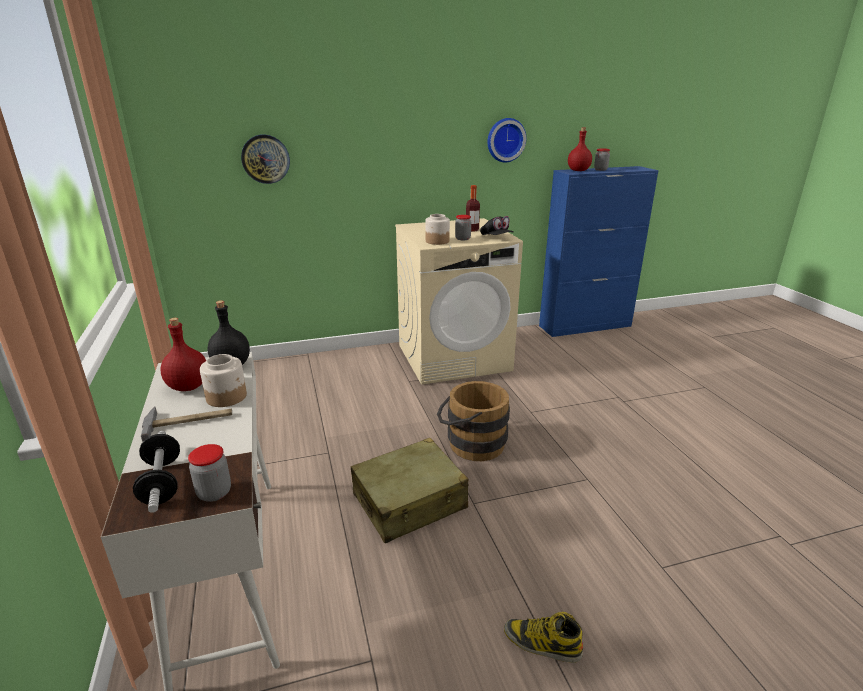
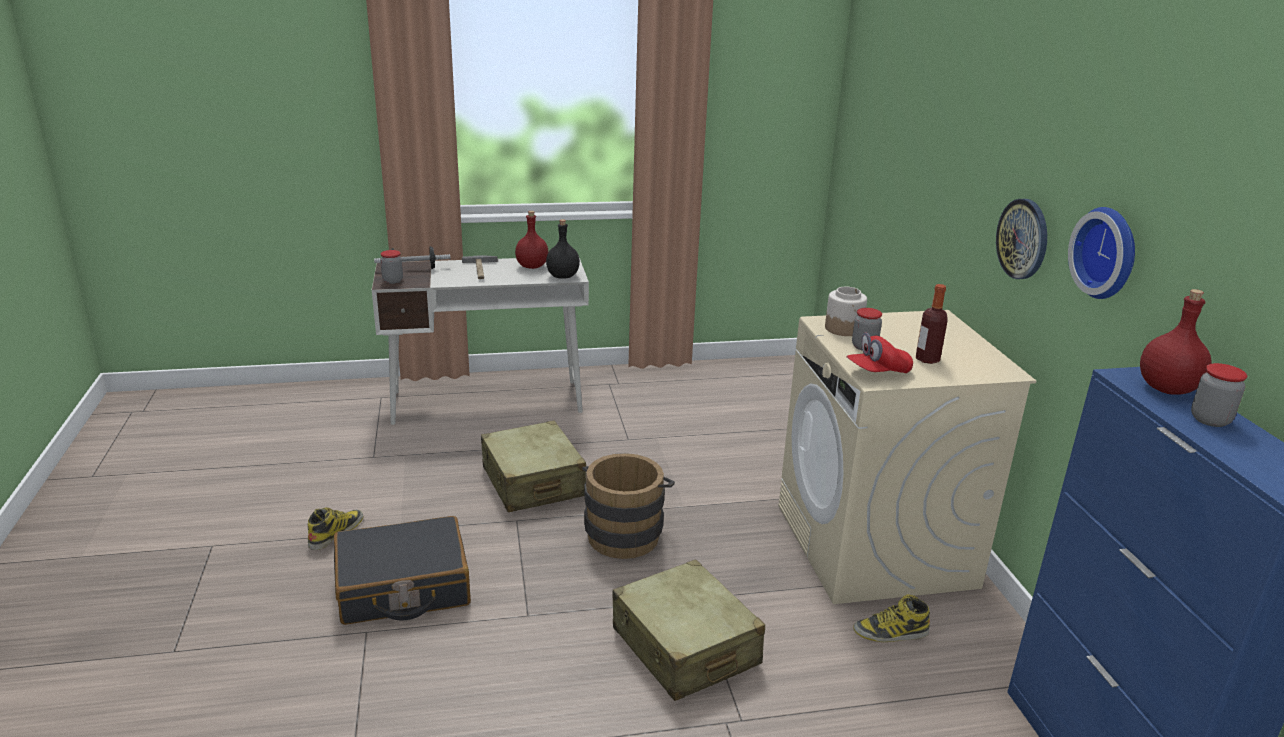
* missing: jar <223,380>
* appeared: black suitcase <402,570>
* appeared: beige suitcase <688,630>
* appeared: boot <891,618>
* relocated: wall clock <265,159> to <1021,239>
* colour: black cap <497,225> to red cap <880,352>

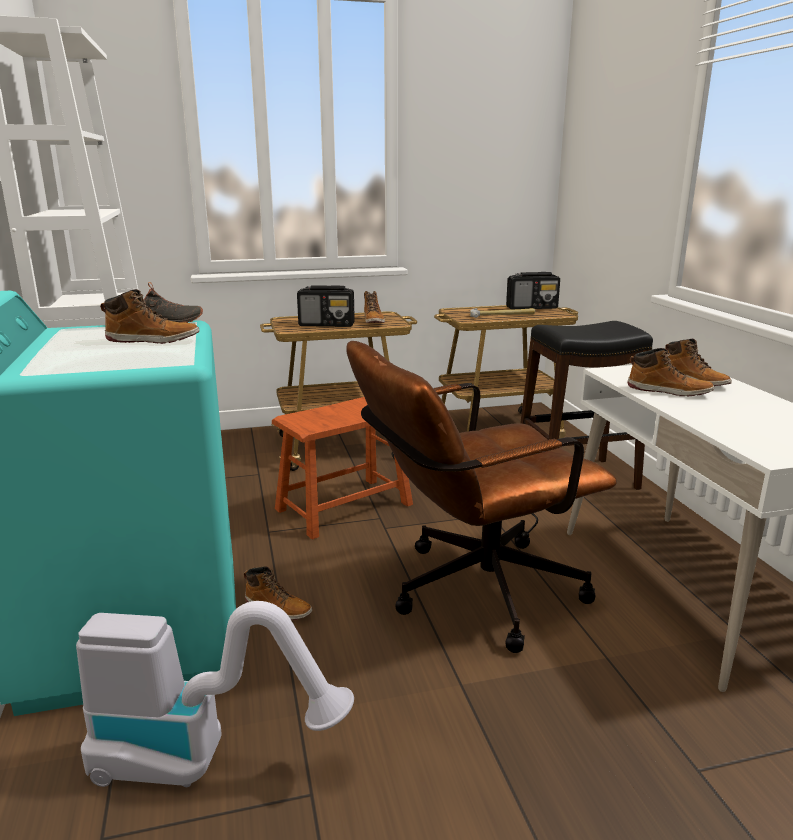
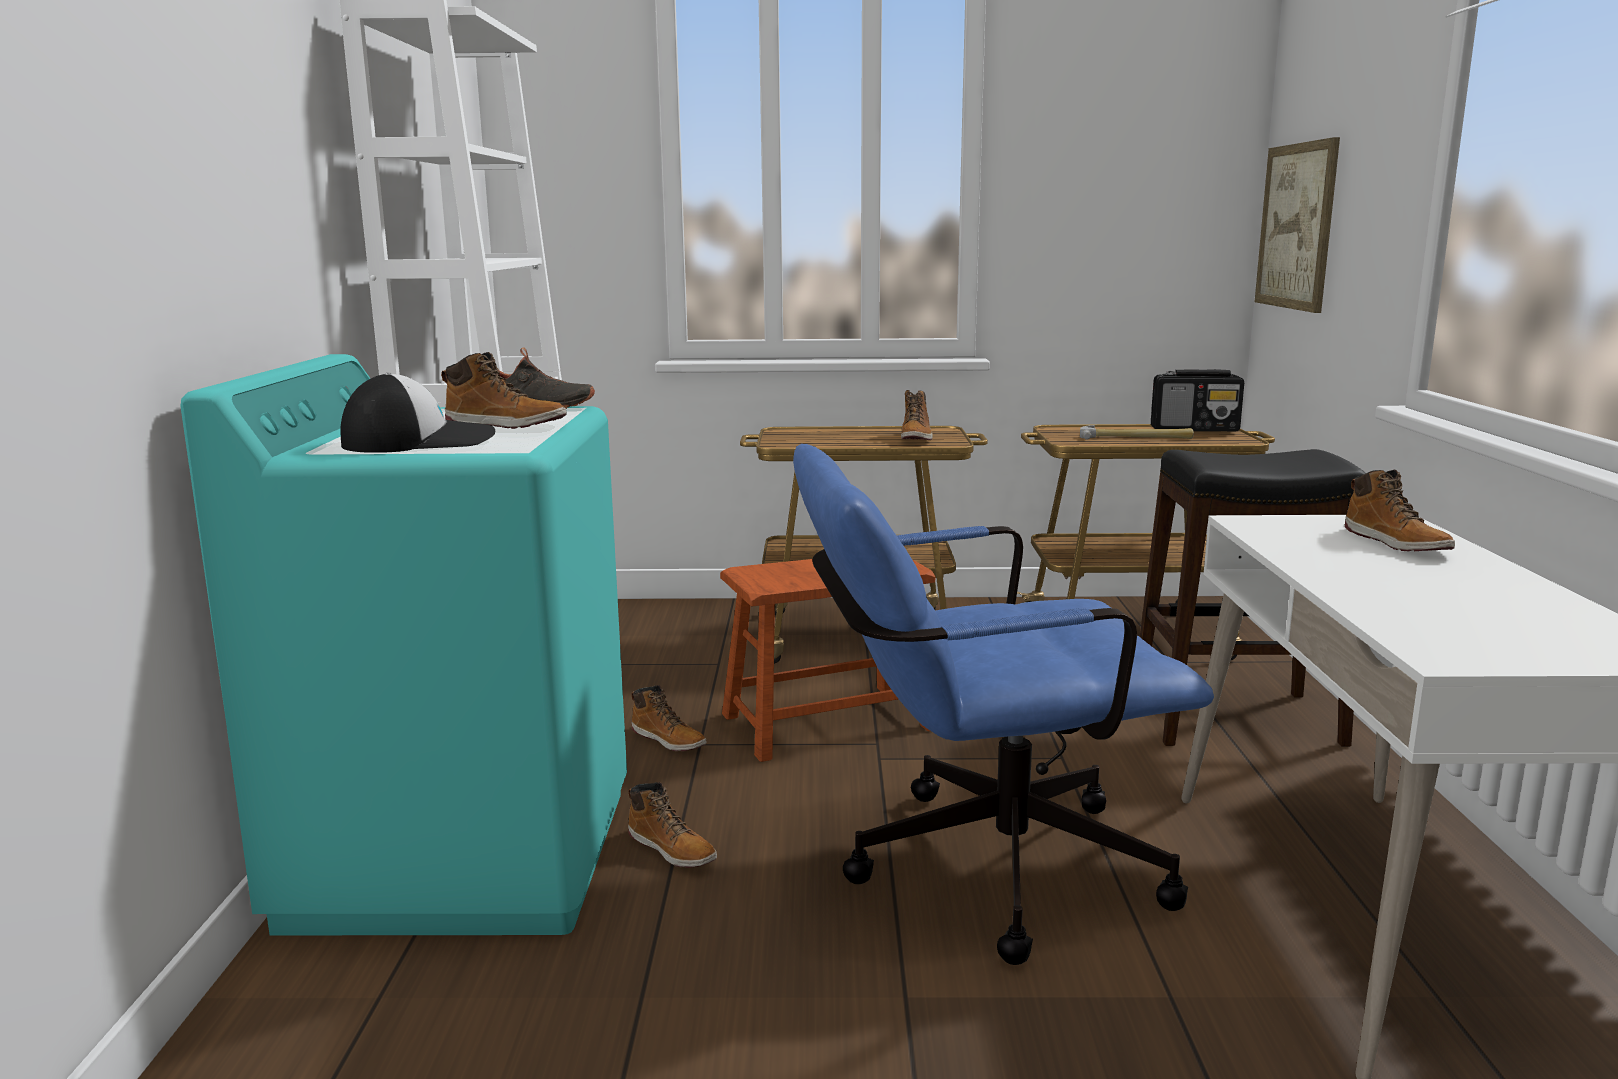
* missing: vacuum cleaner <215,694>
* missing: radio <326,306>
* appeared: cap <417,413>
* appeared: picture <1297,225>
* relocated: boot <671,372> to <669,718>
* colour: brown office chair <481,497> to blue office chair <1003,704>

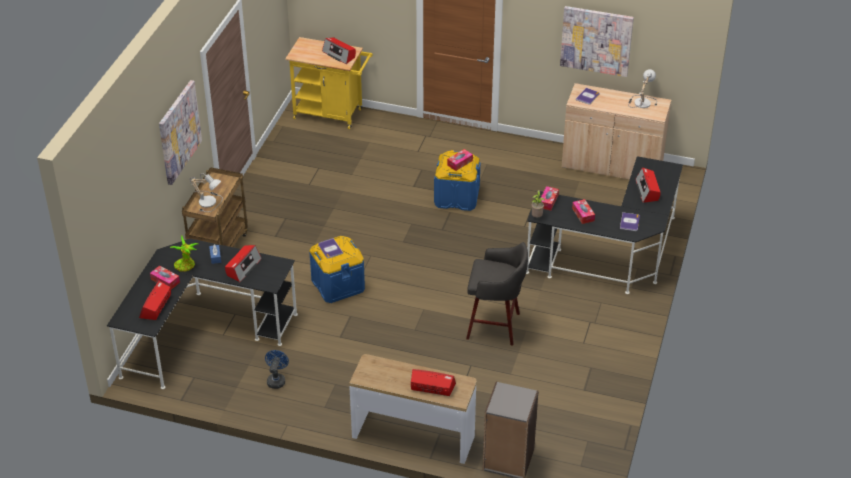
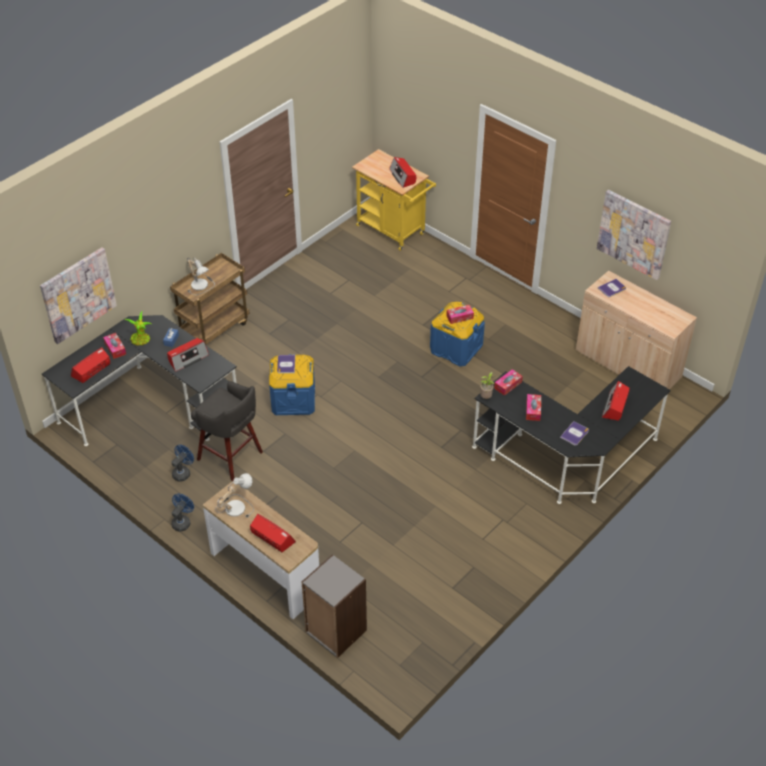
* appeared: blue fan <182,512>
* relocated: picture <180,132> to <78,295>
* relocated: grey stool <497,293> to <227,431>
* relocated: table lamp <642,88> to <234,495>

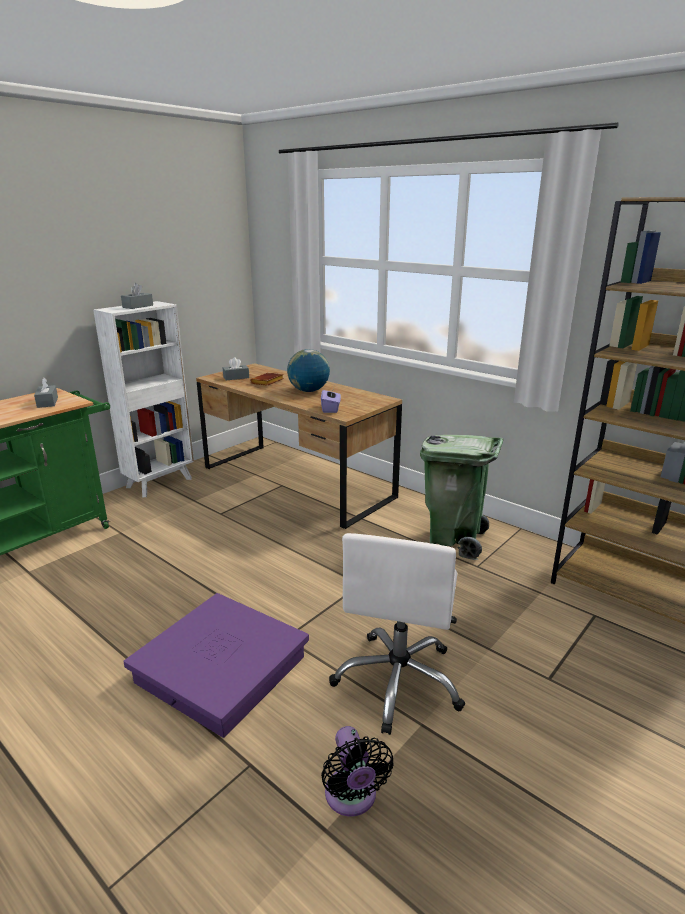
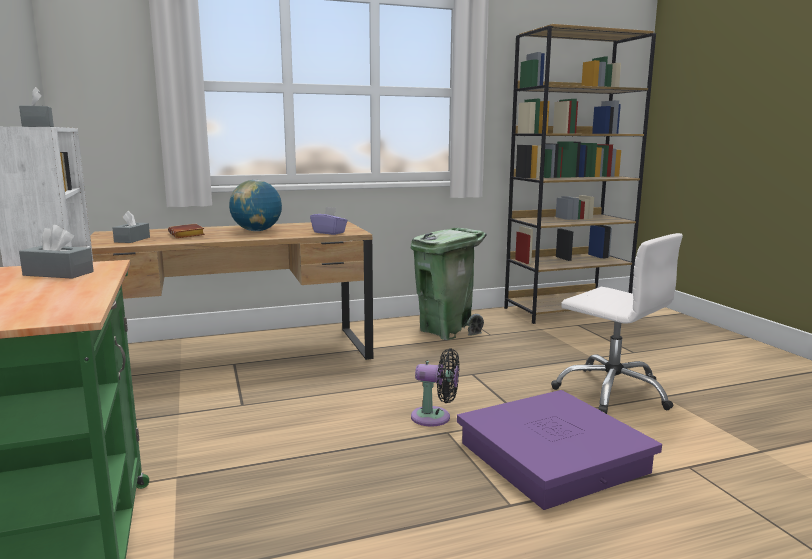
* relocated: black fan <357,771> to <435,387>

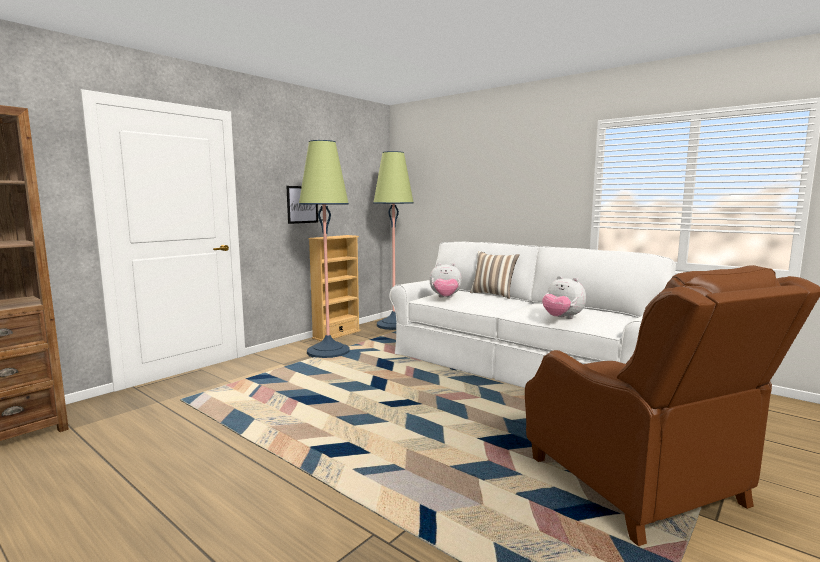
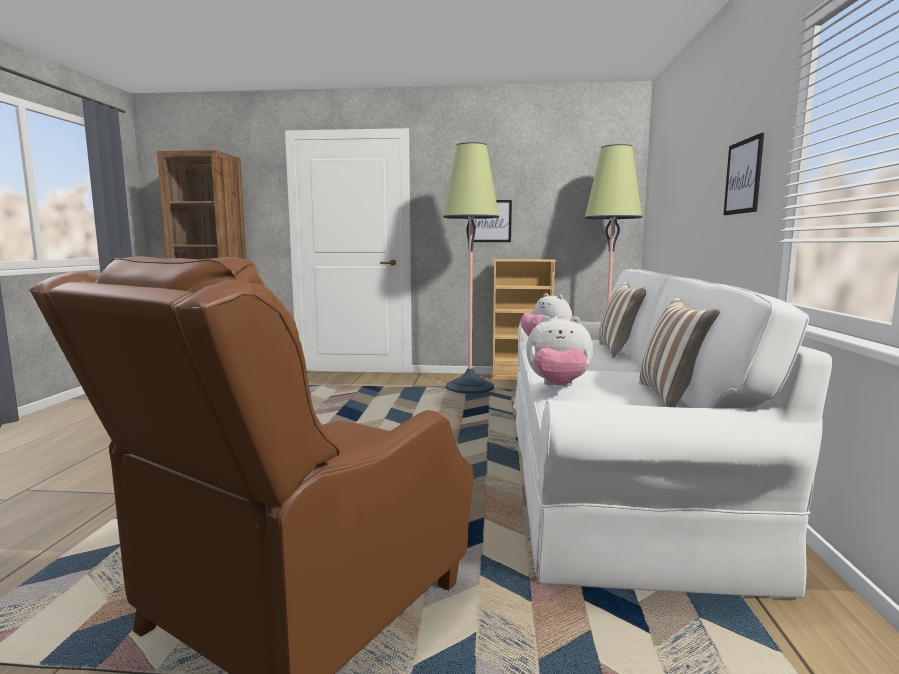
* appeared: pillow <679,352>
* appeared: picture <743,174>
* spun: plush toy <564,297> = <559,351> 90 degrees counterclockwise

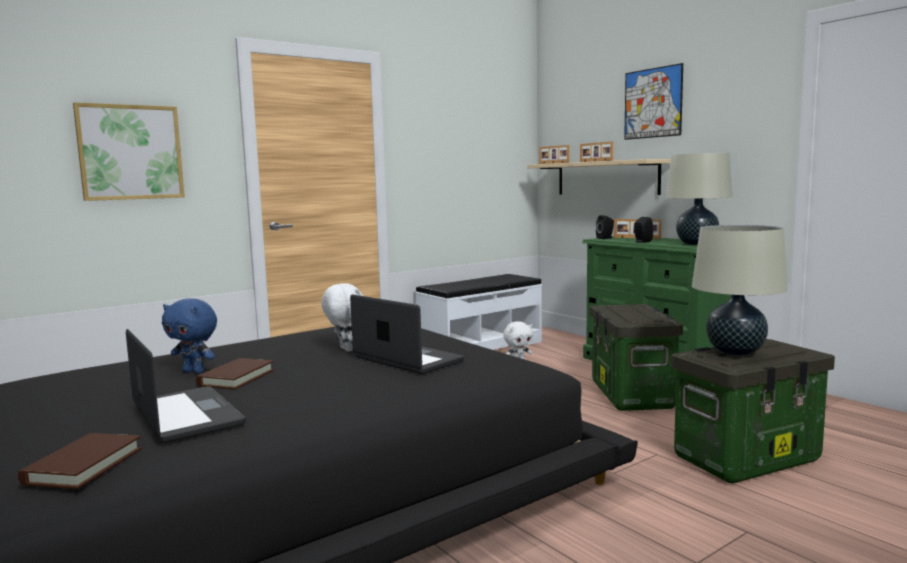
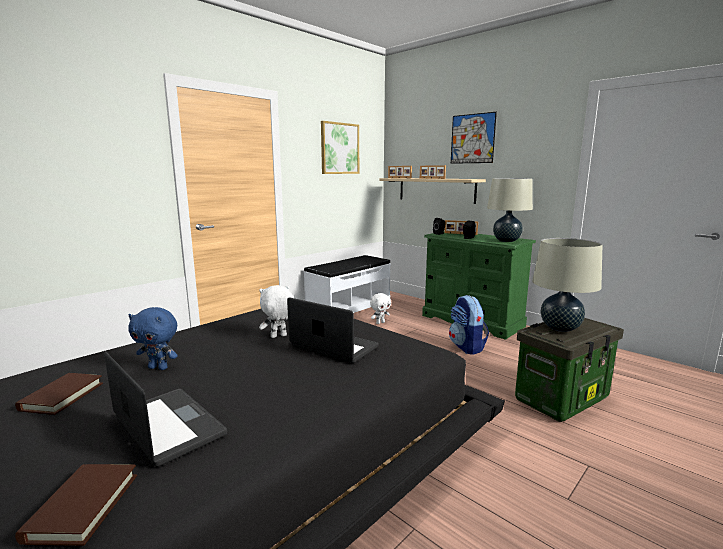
* relocated: picture <129,151> to <340,147>
* relocated: brown book <235,373> to <59,394>
* exchanged: storage box <636,357> to backpack <469,325>
* spun: white plush toy <342,317> = <276,311> 75 degrees counterclockwise

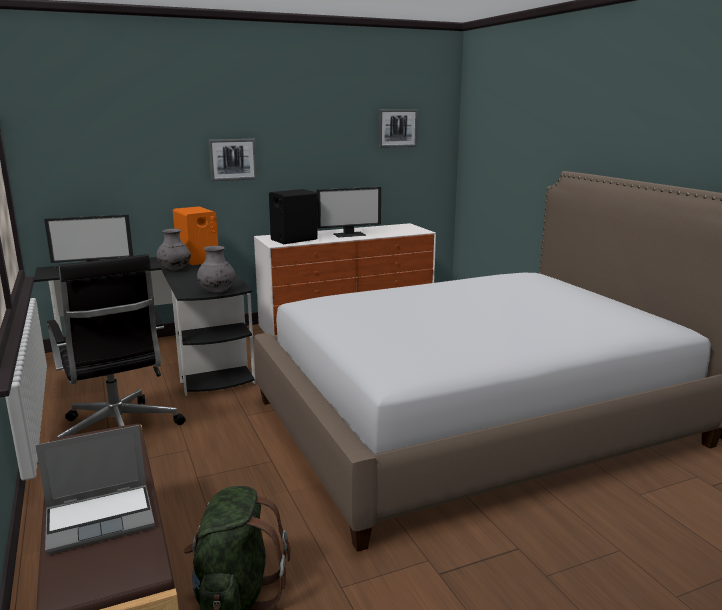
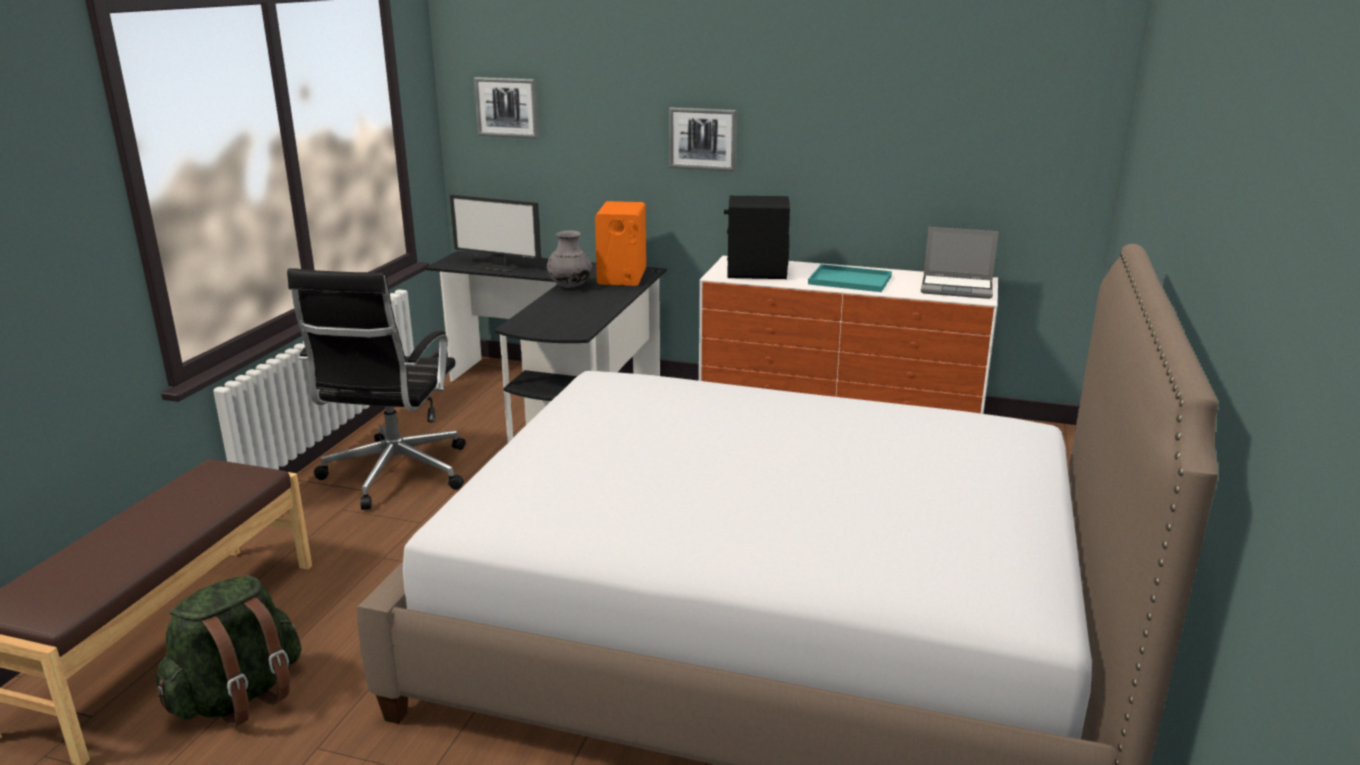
* missing: grey vase <216,269>
* relocated: laptop <95,489> to <960,263>
* relocated: picture <398,128> to <506,108>
* exchanged: monitor <348,212> to turquoise tray <850,278>

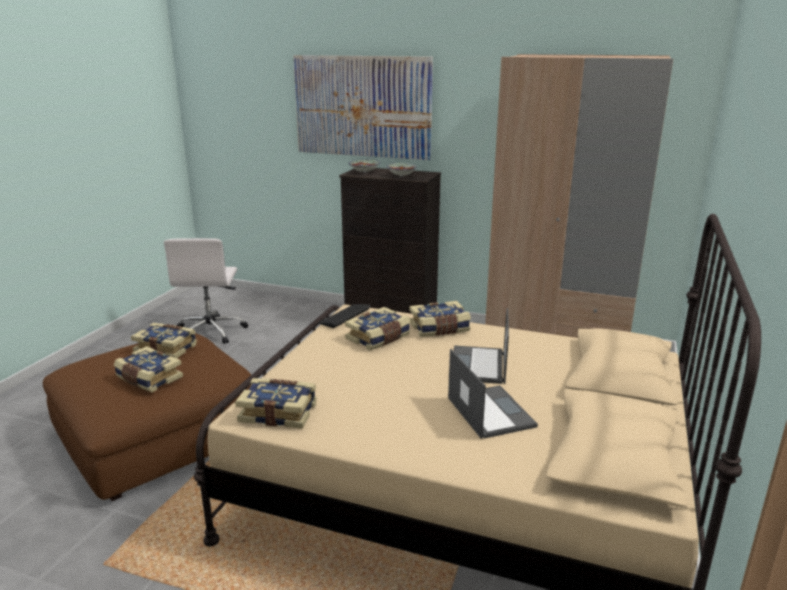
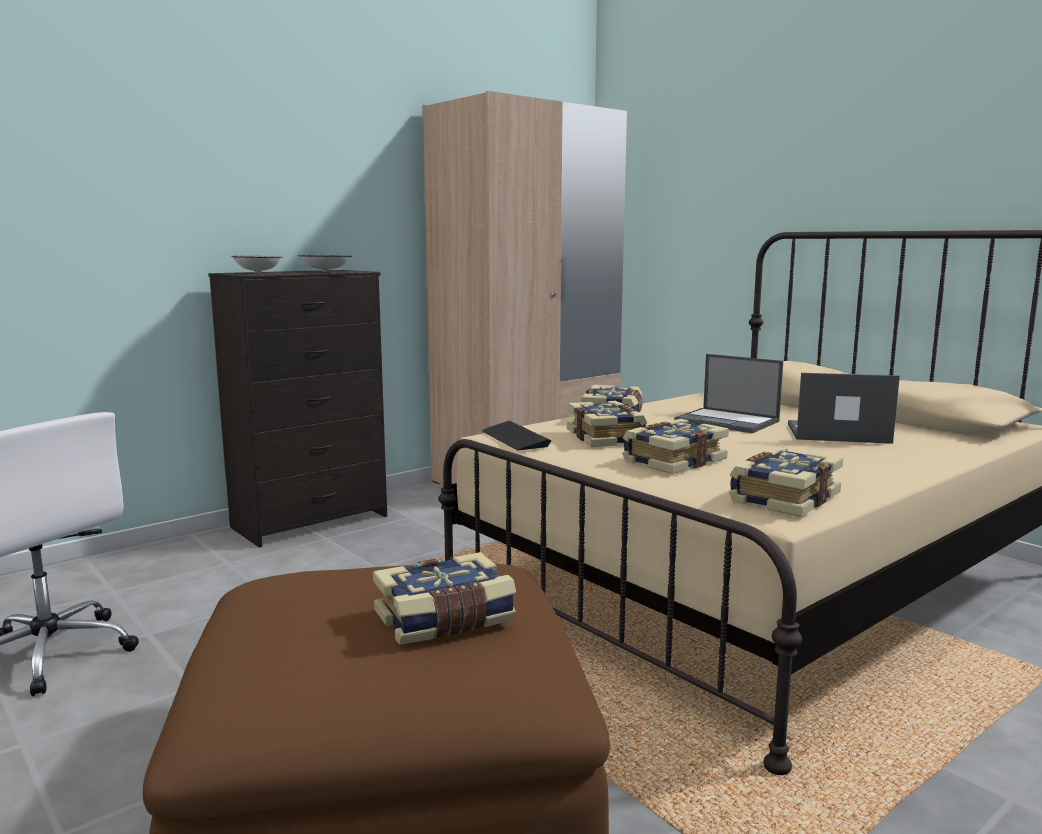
* missing: picture <363,107>
* relocated: book <164,340> to <675,446>

